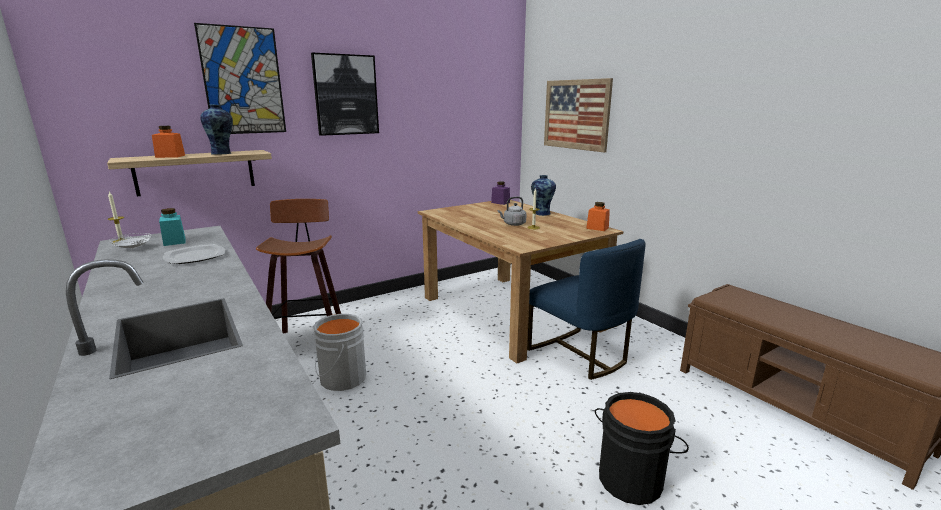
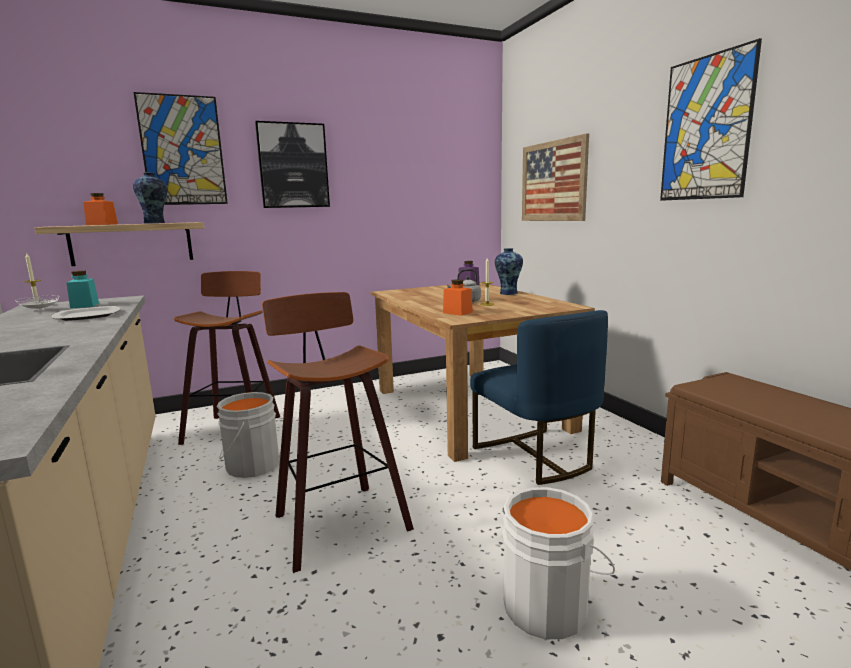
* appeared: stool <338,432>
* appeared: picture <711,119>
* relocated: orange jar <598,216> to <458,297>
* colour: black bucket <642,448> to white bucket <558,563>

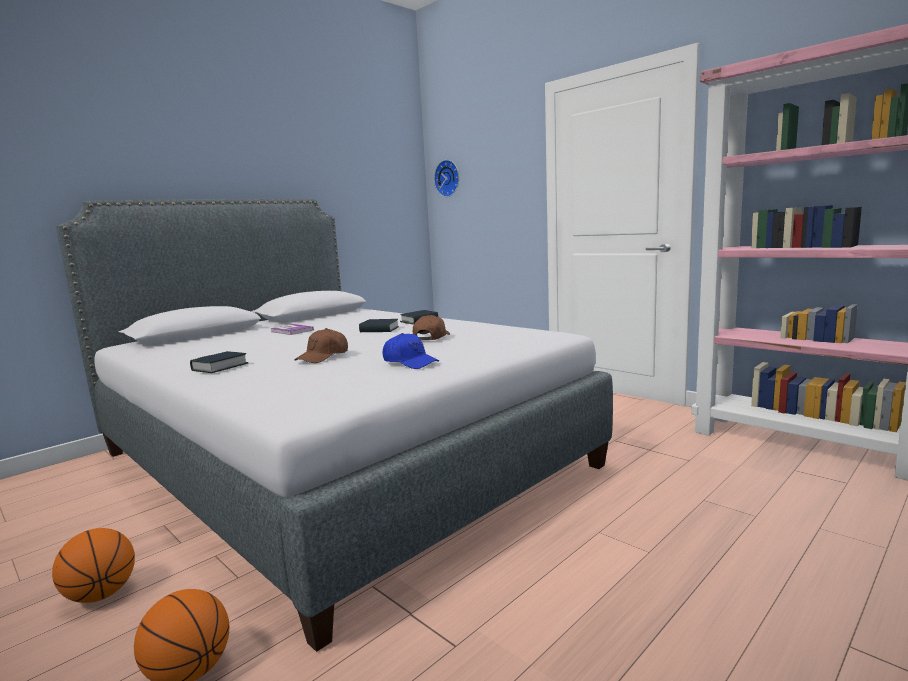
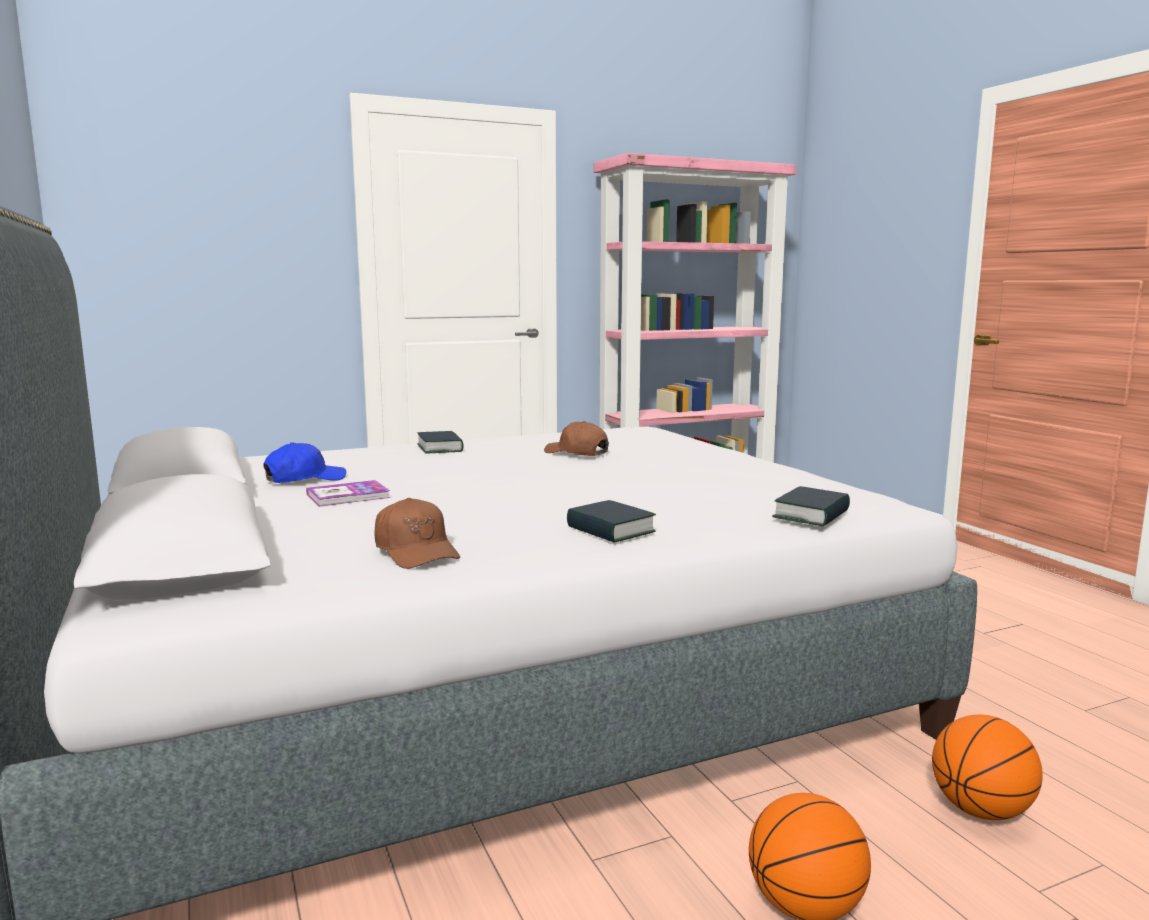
* missing: wall clock <446,178>
* relocated: brown cap <321,345> to <417,533>
* relocated: book <379,325> to <811,506>
* relocated: blue cap <410,351> to <304,462>

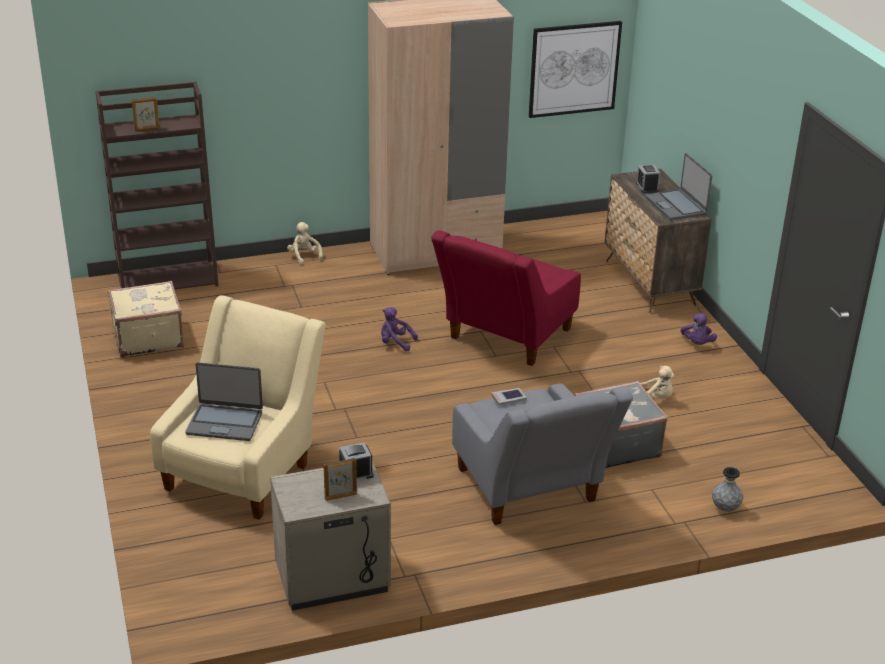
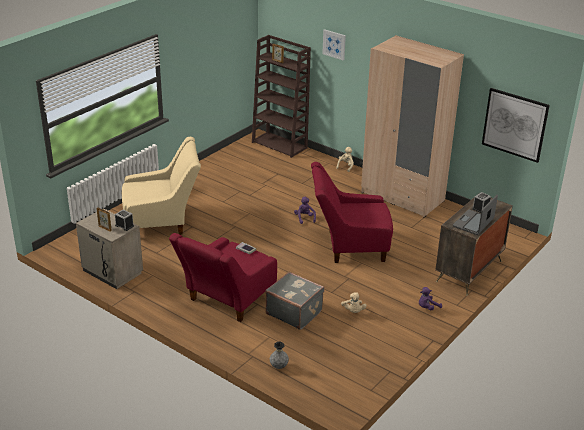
* missing: beige suitcase <146,319>
* missing: laptop <224,401>
* appeared: picture <334,44>
* colour: grey armchair <542,454> to red armchair <223,277>

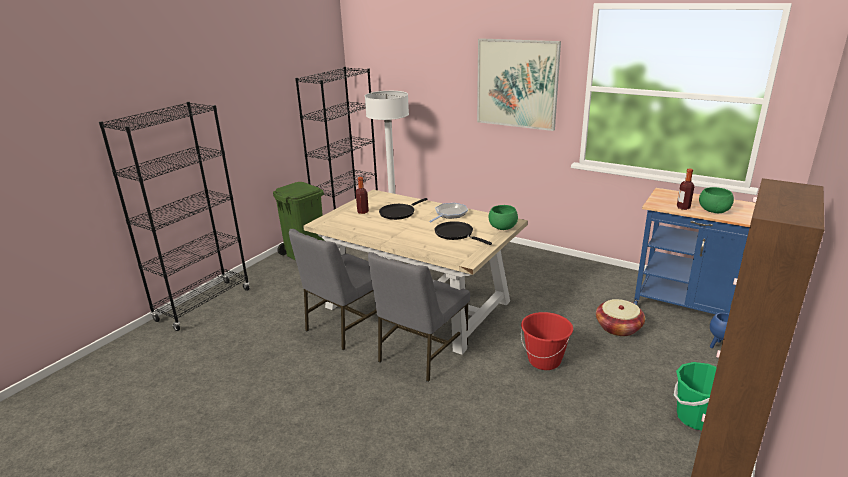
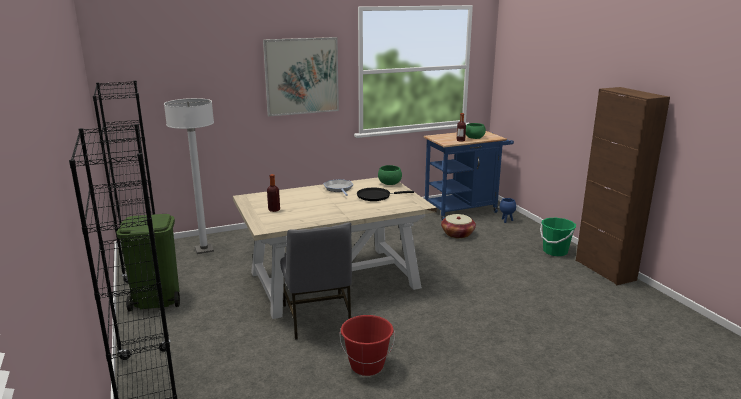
* missing: grey chair <419,317>
* missing: black frying pan <403,209>
* relocated: red bucket <547,341> to <367,345>

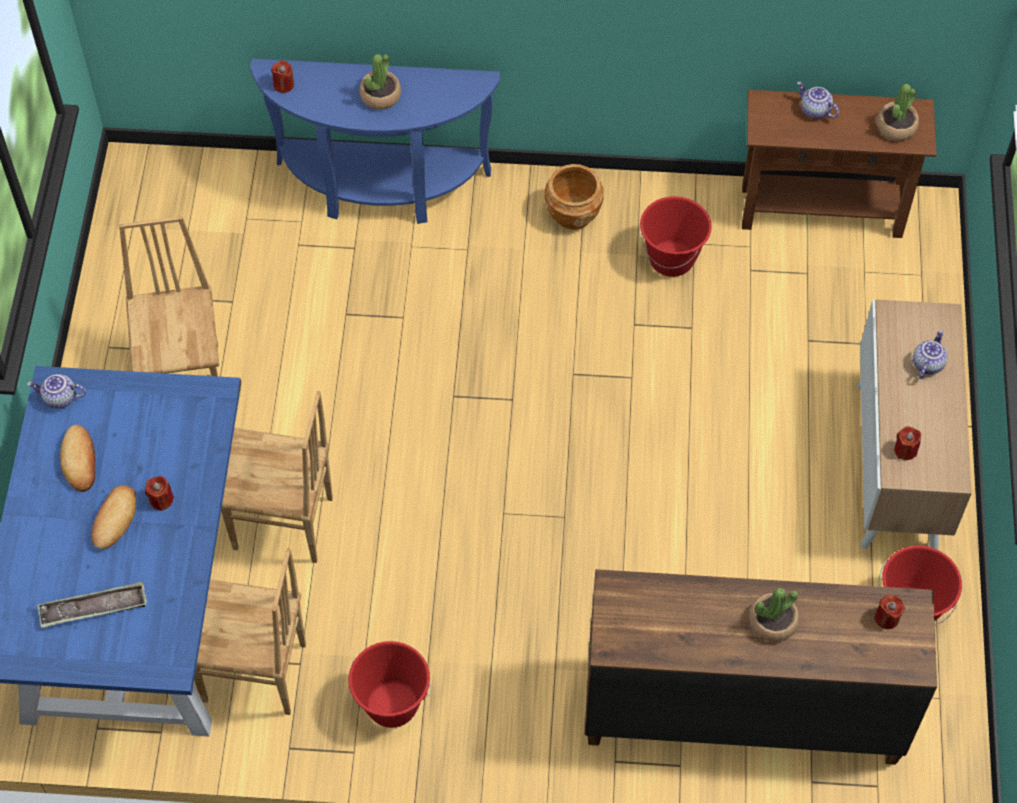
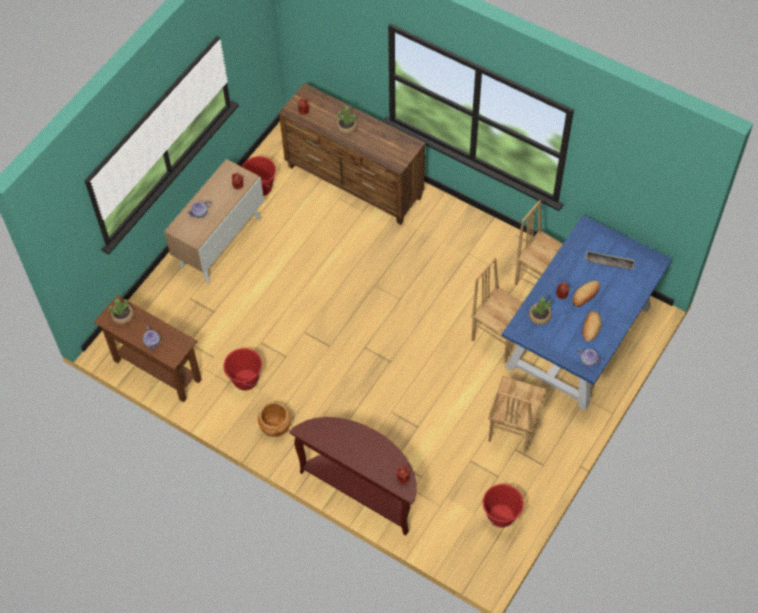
* relocated: red bucket <390,684> to <503,506>
* relocated: potted plant <380,82> to <540,311>
* colour: blue console table <375,141> to brown console table <352,476>

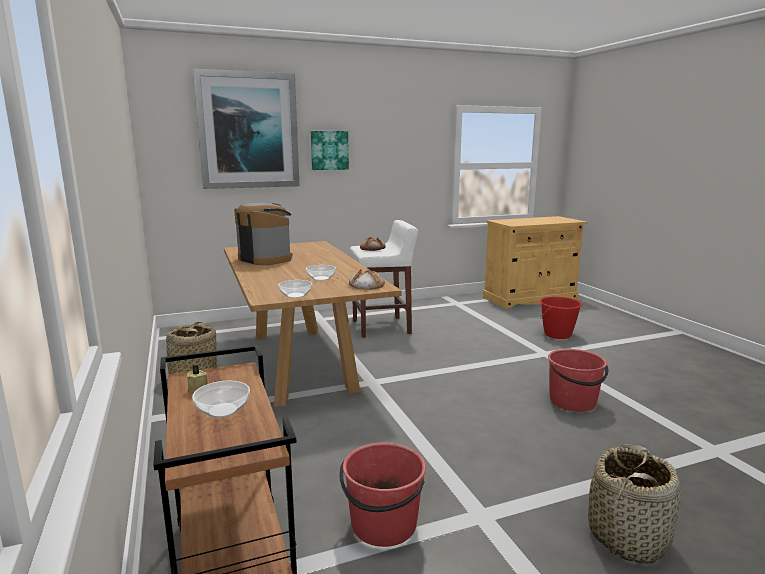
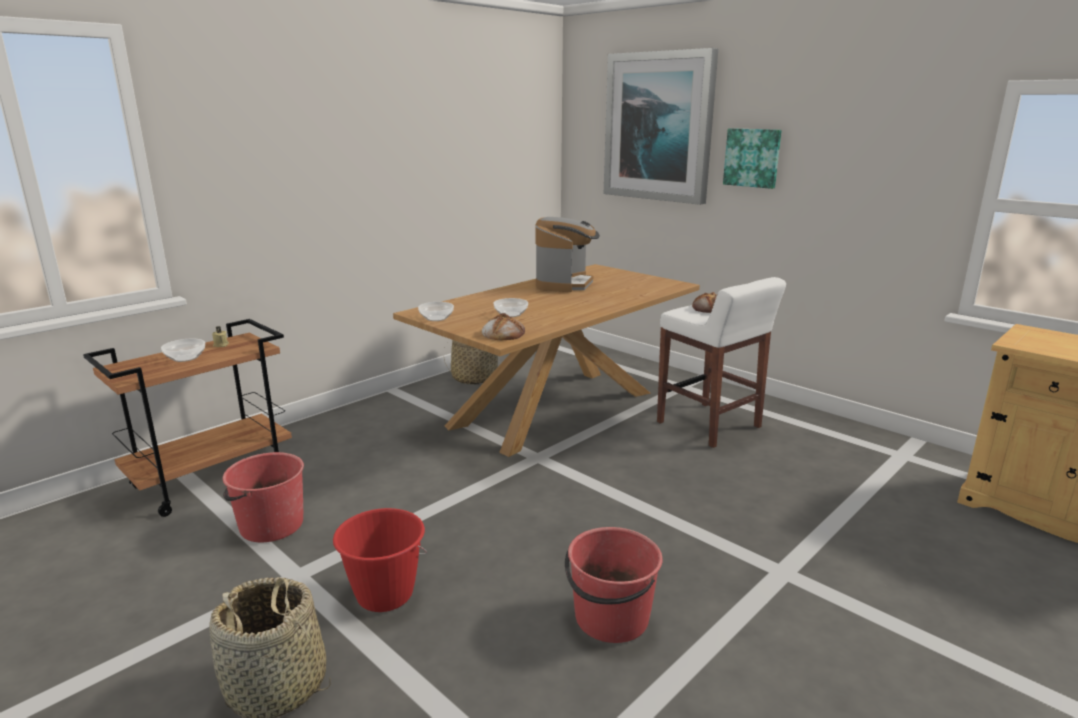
* relocated: red bucket <561,317> to <380,560>

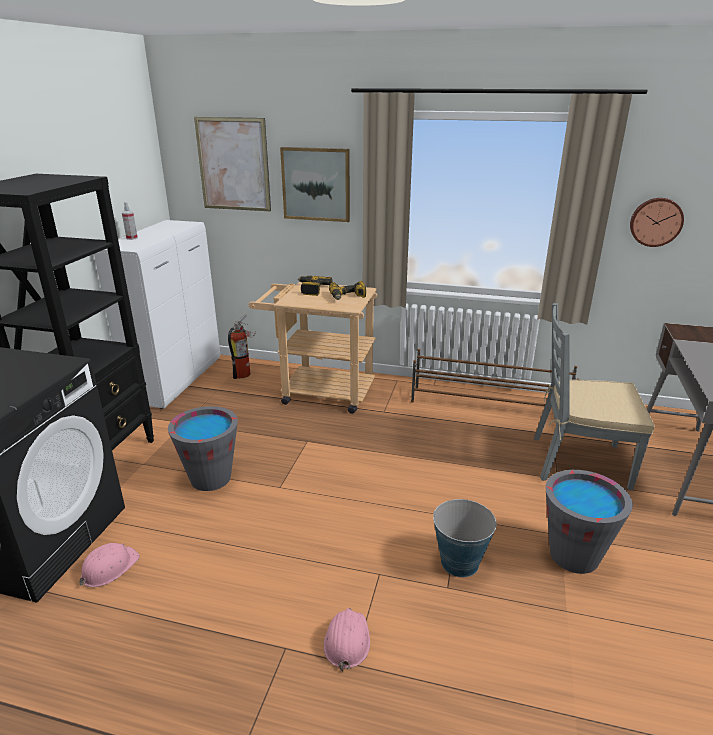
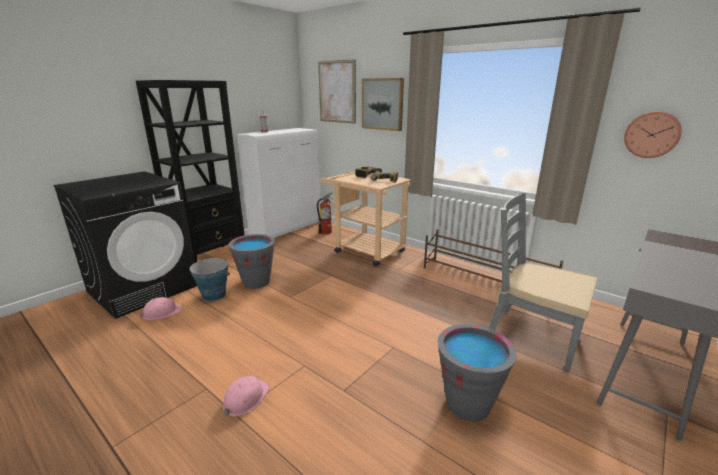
* relocated: bucket <465,538> to <210,279>

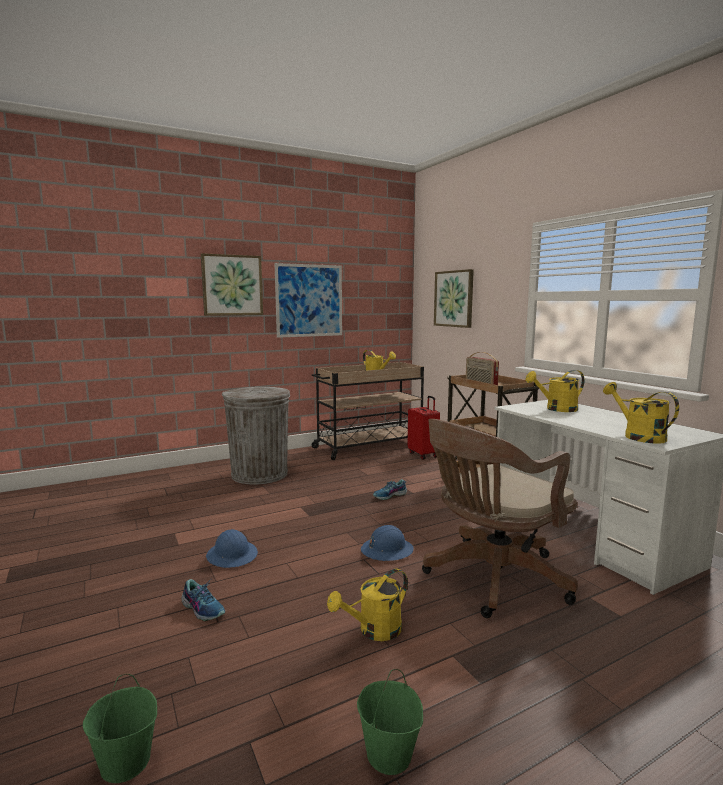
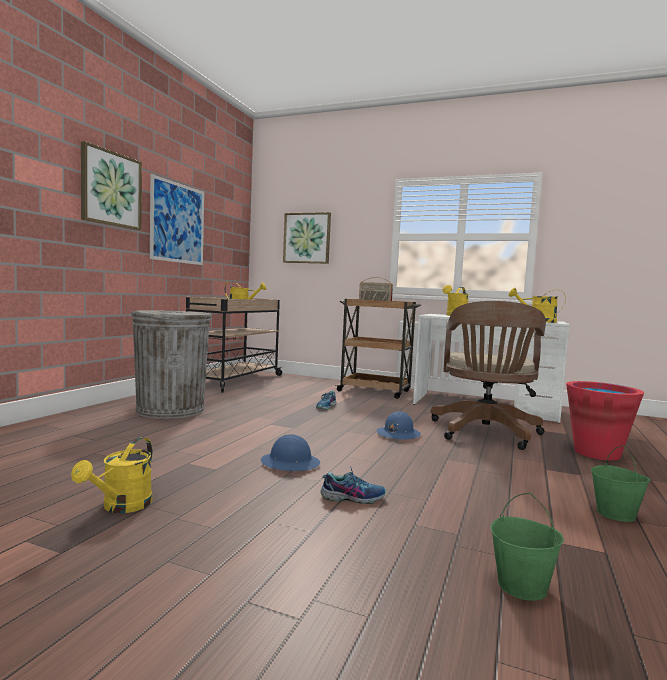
* missing: red suitcase <423,428>
* appeared: red bucket <605,421>
* relocated: yellow watering can <367,605> to <111,475>

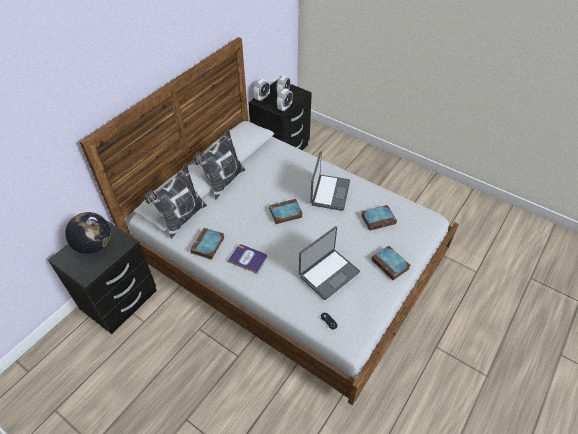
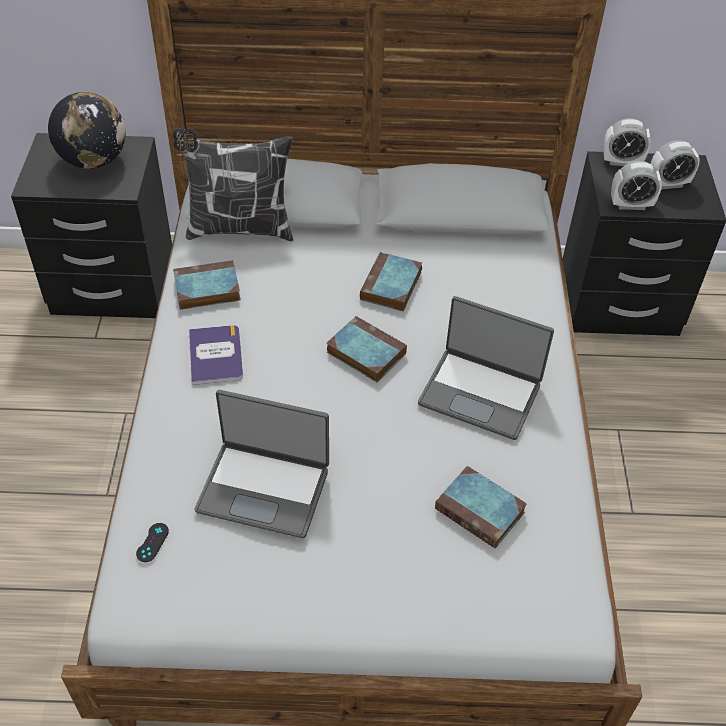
* missing: pillow <219,164>
* relocated: book <391,263> to <391,281>
* spun: laptop <330,181> = <486,368> 45 degrees clockwise

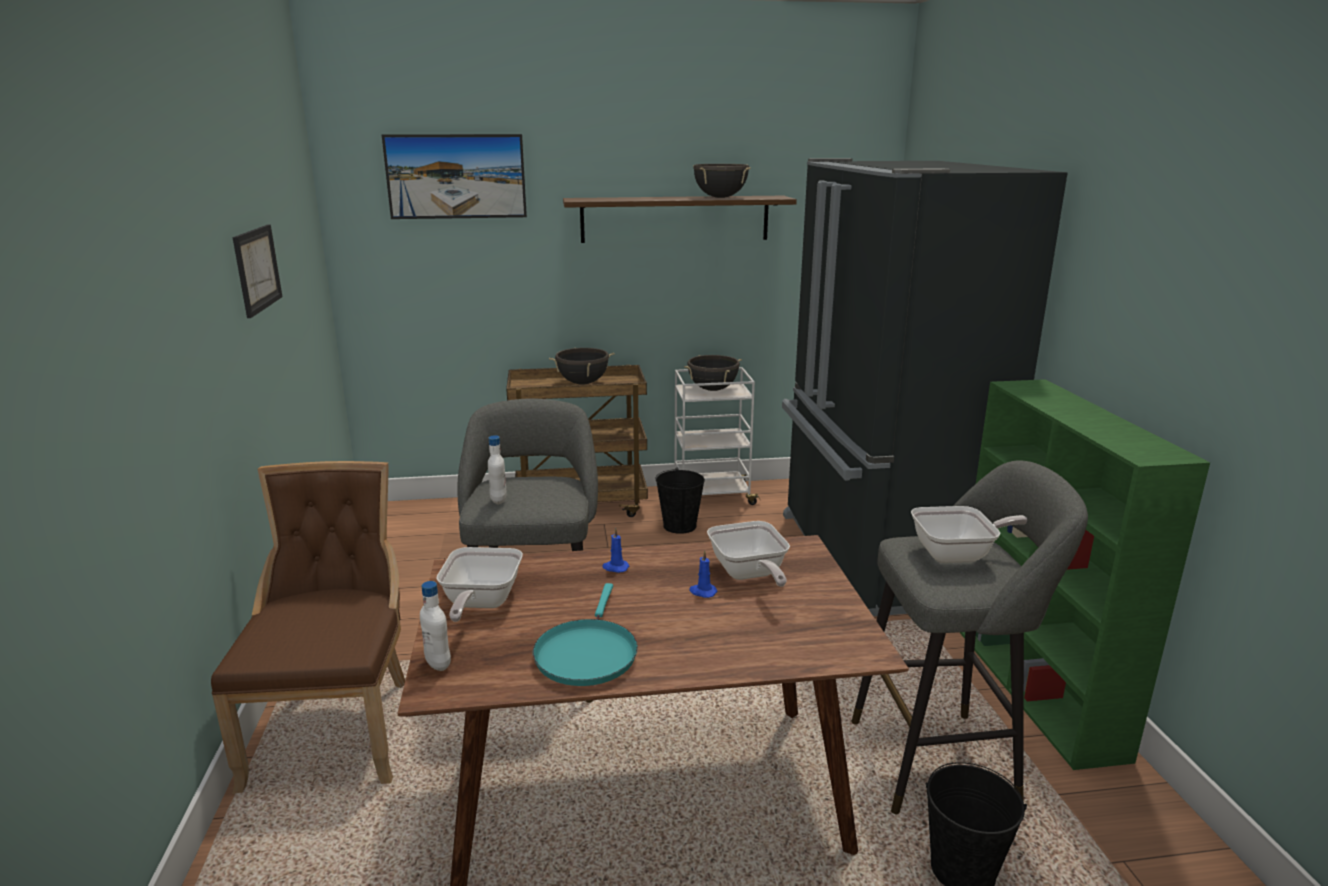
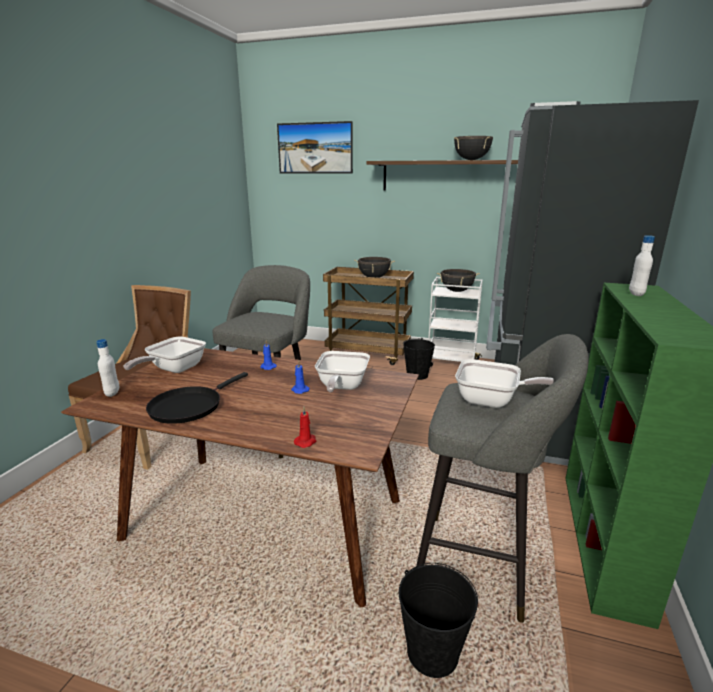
* missing: picture <257,271>
* appeared: red candle <305,427>
* relocated: white bottle <497,469> to <642,265>
* colour: turquoise frying pan <585,634> to black frying pan <197,398>

